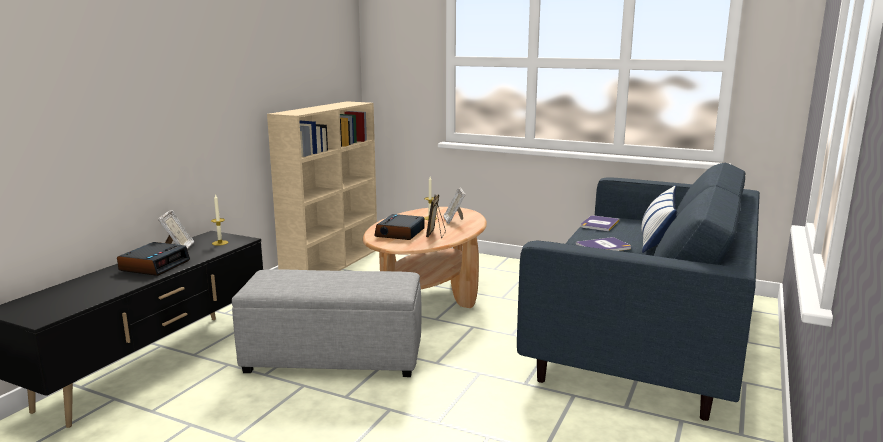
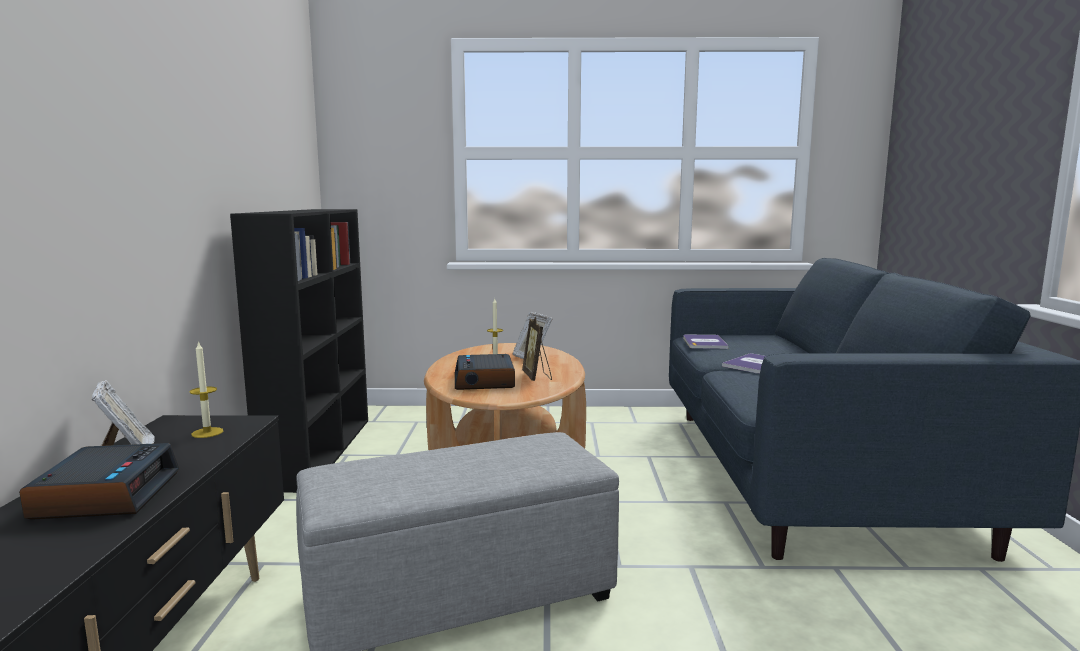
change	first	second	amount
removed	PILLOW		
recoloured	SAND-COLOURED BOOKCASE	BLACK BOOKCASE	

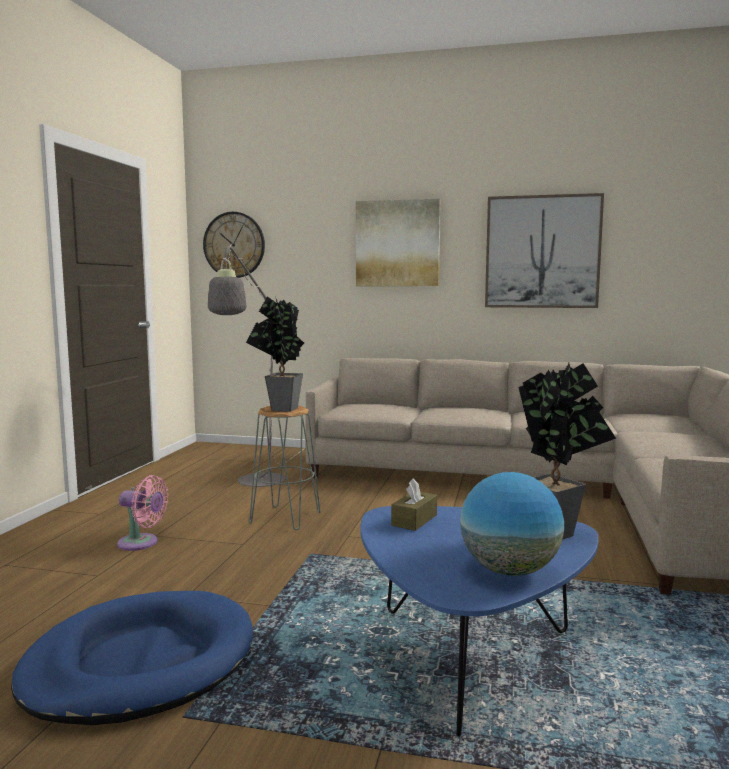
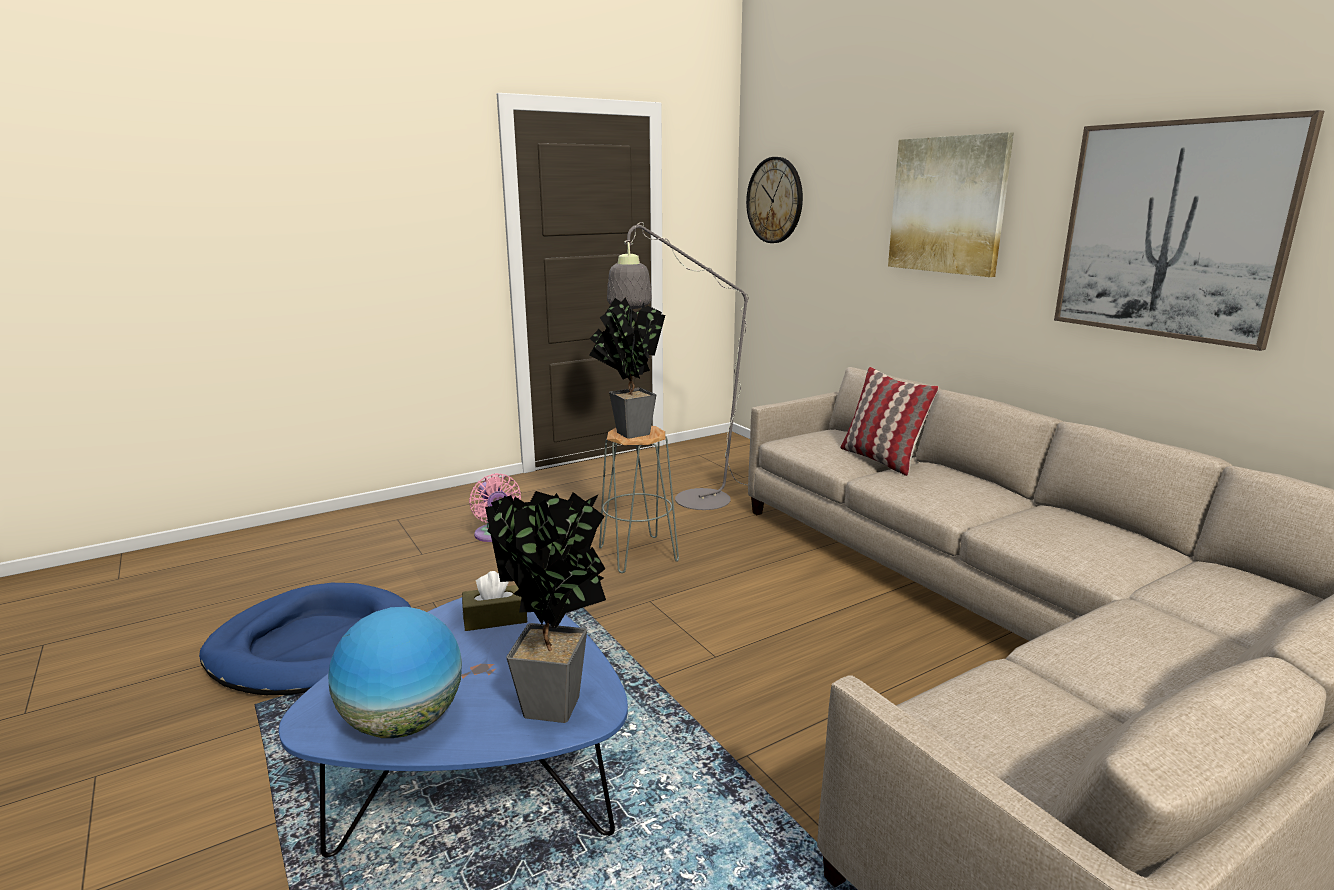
change	first	second	amount
added		PILLOW	

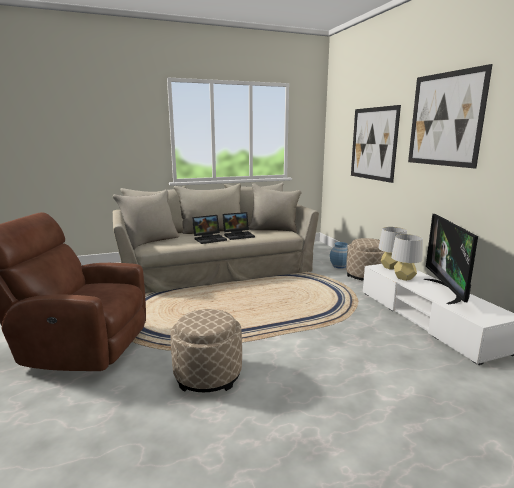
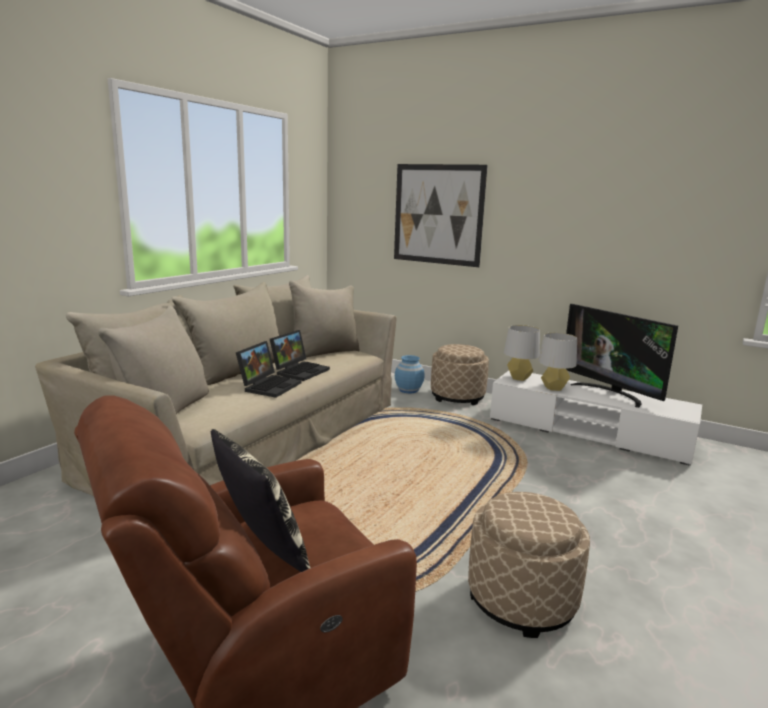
change	first	second	amount
removed	PICTURE (2nd from left)		
added		PILLOW	

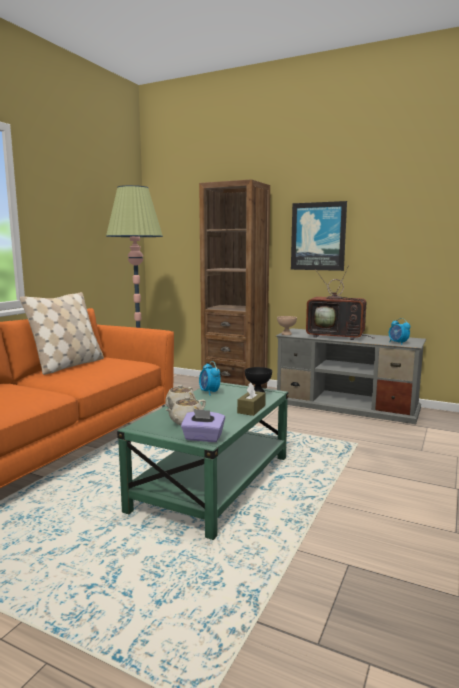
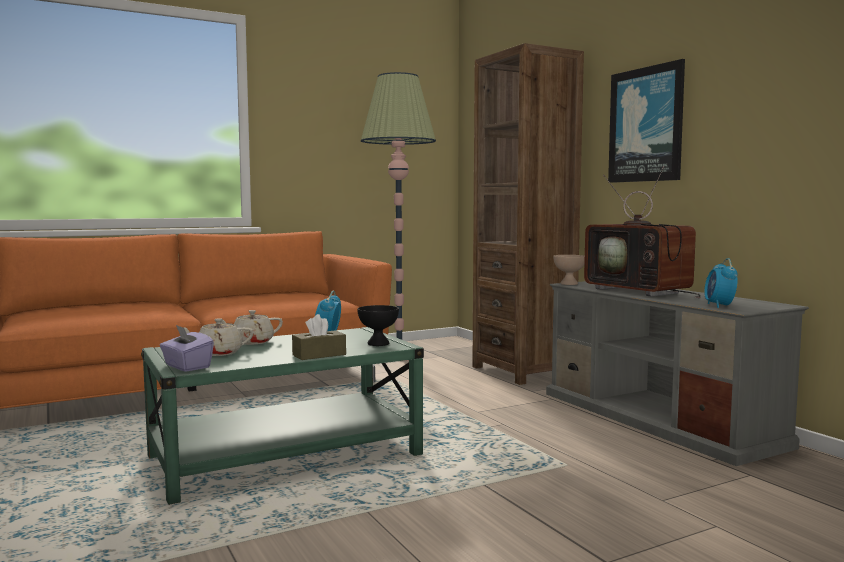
change	first	second	amount
removed	SAND-COLOURED PILLOW		

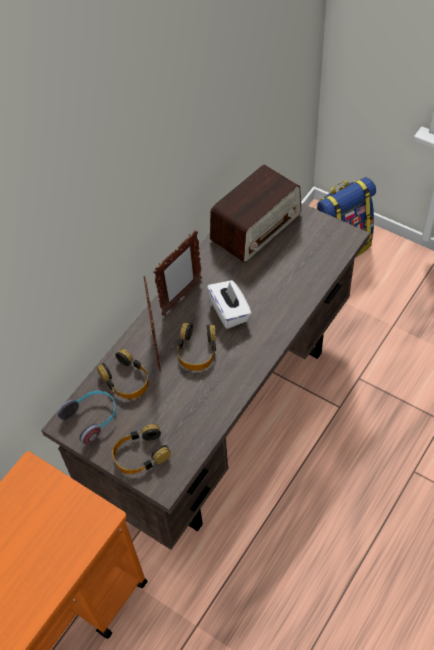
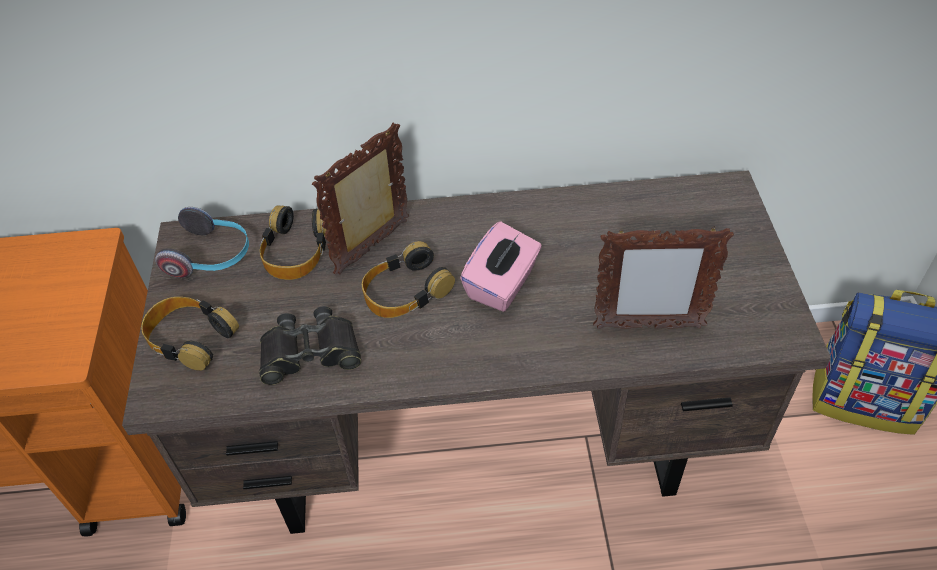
change	first	second	amount
removed	RADIO RECEIVER		
added		BLACK BINOCULARS	
moved	STANDING FRAME (2nd from left)		
recoloured	WHITE-COLOURED BOX OF TISSUES	PINK-COLOURED BOX OF TISSUES	

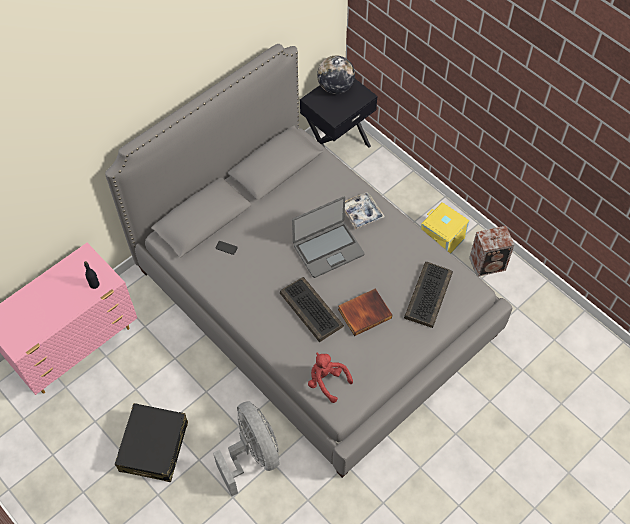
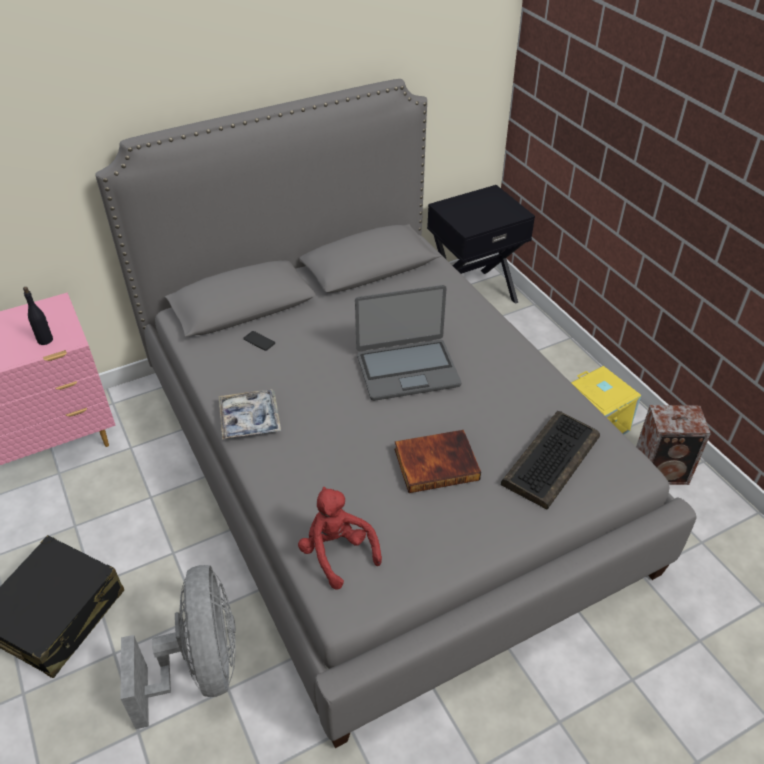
change	first	second	amount
removed	KEYBOARD (1st from left)		
removed	GLOBE		
moved	TRAY		

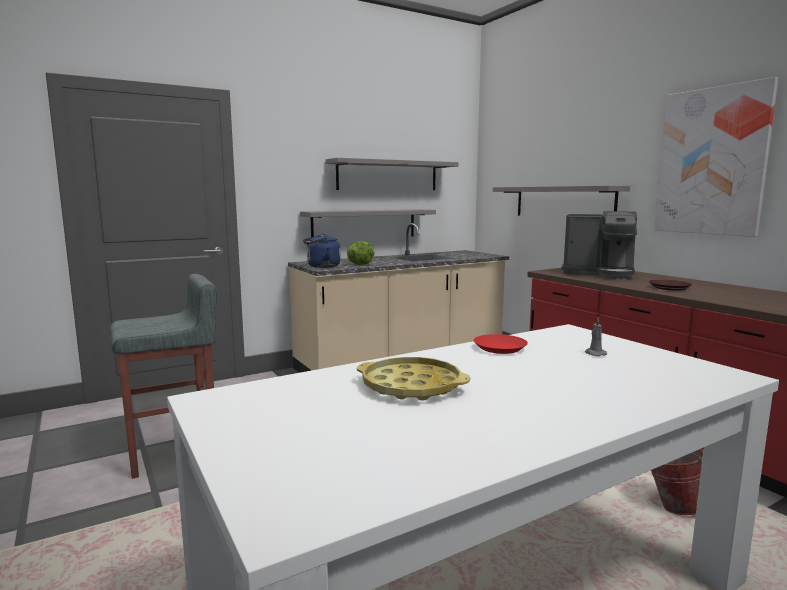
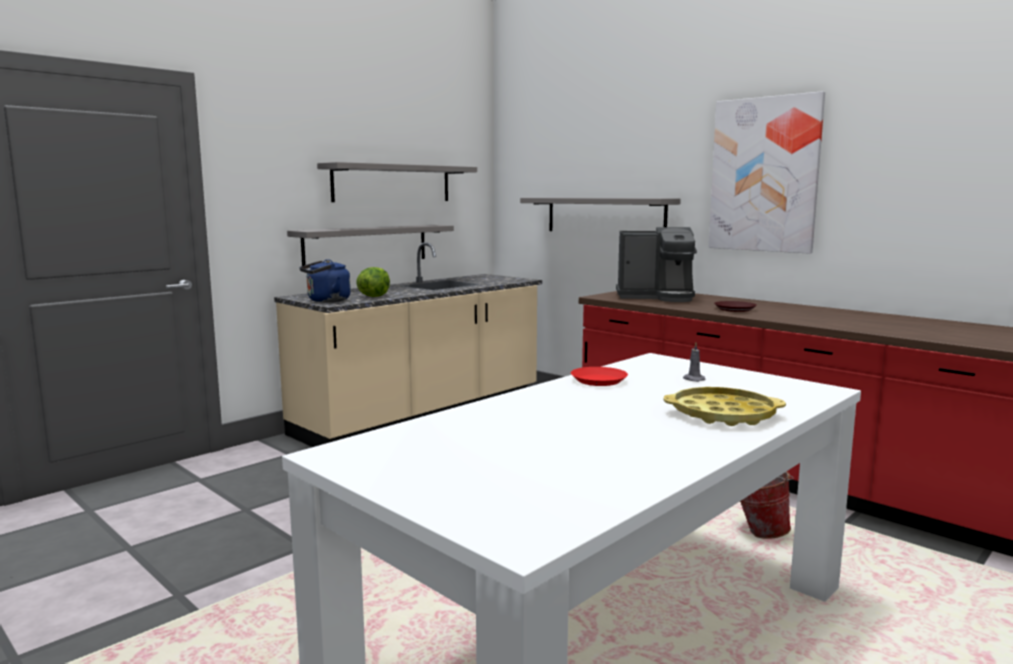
change	first	second	amount
removed	GREY SITTING STOOL		
moved	YELLOW TRAY		

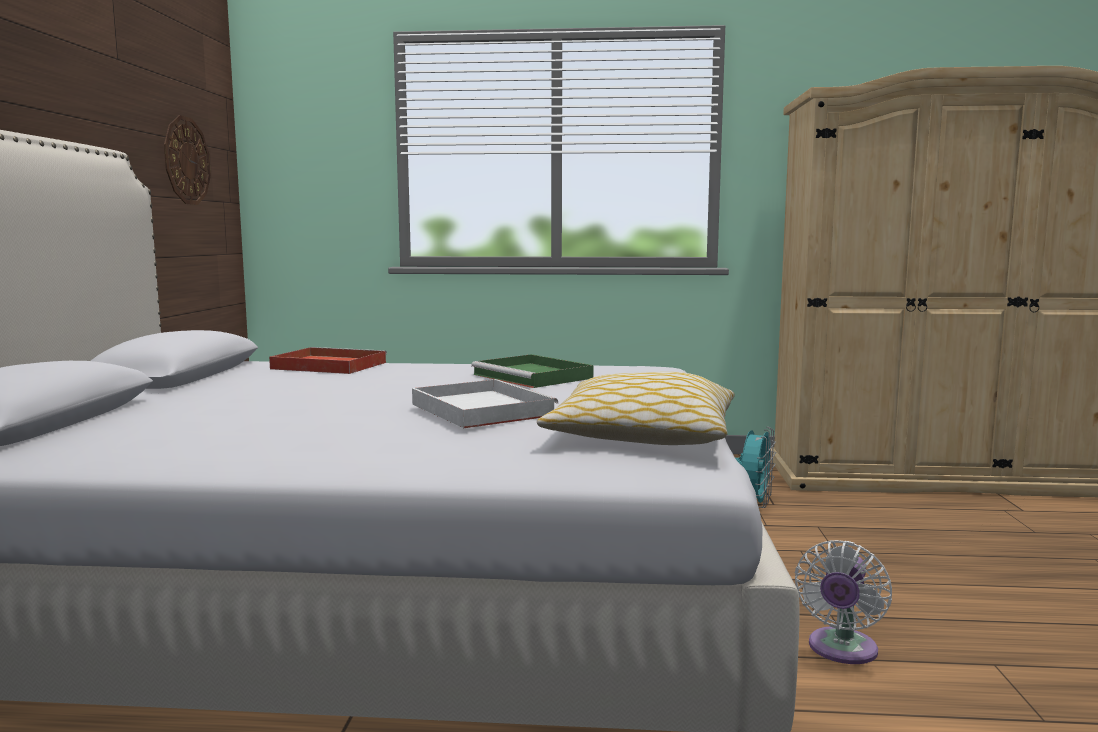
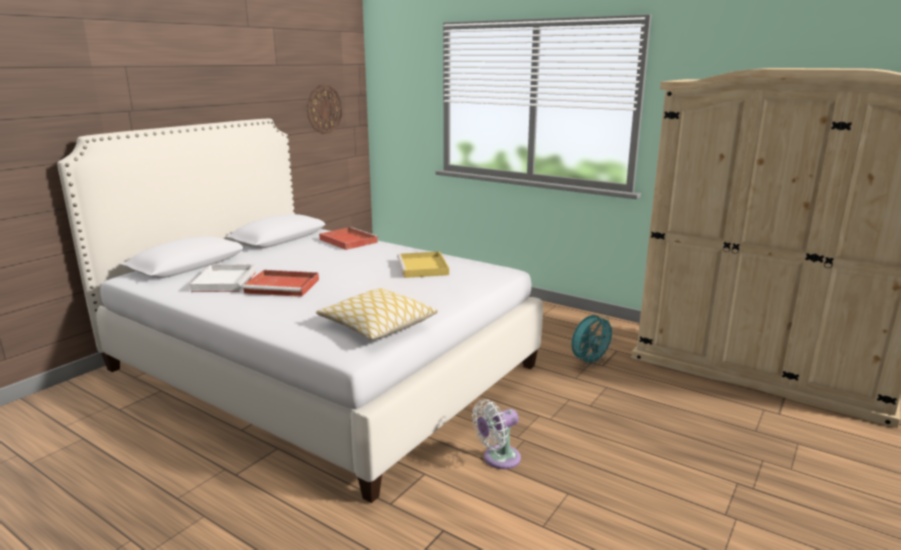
change	first	second	amount
added		REDDISH TRAY (1st from left)	
moved	WHITE-COLOURED TRAY		
recoloured	GREEN-COLOURED TRAY	YELLOW TRAY	

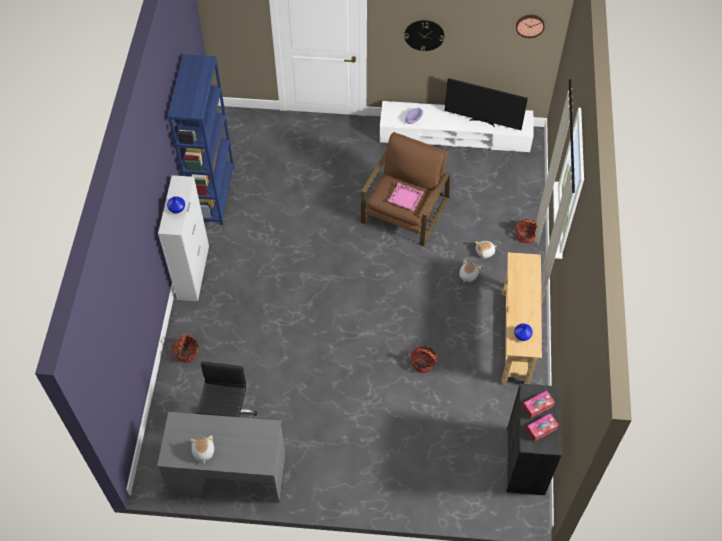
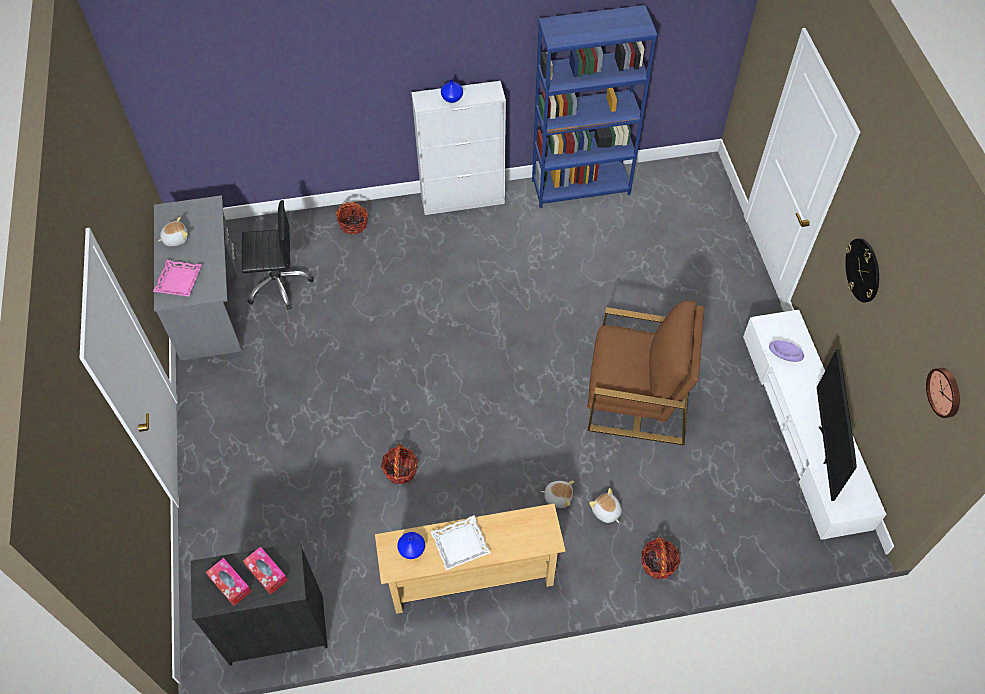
change	first	second	amount
added		WHITE-COLOURED TRAY	
moved	PINK-COLOURED TRAY		

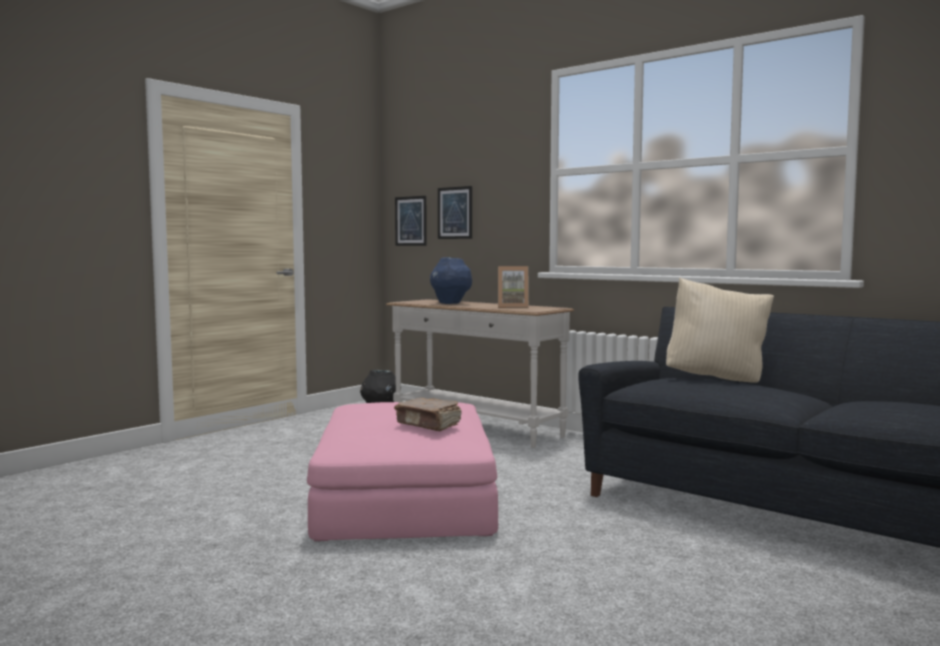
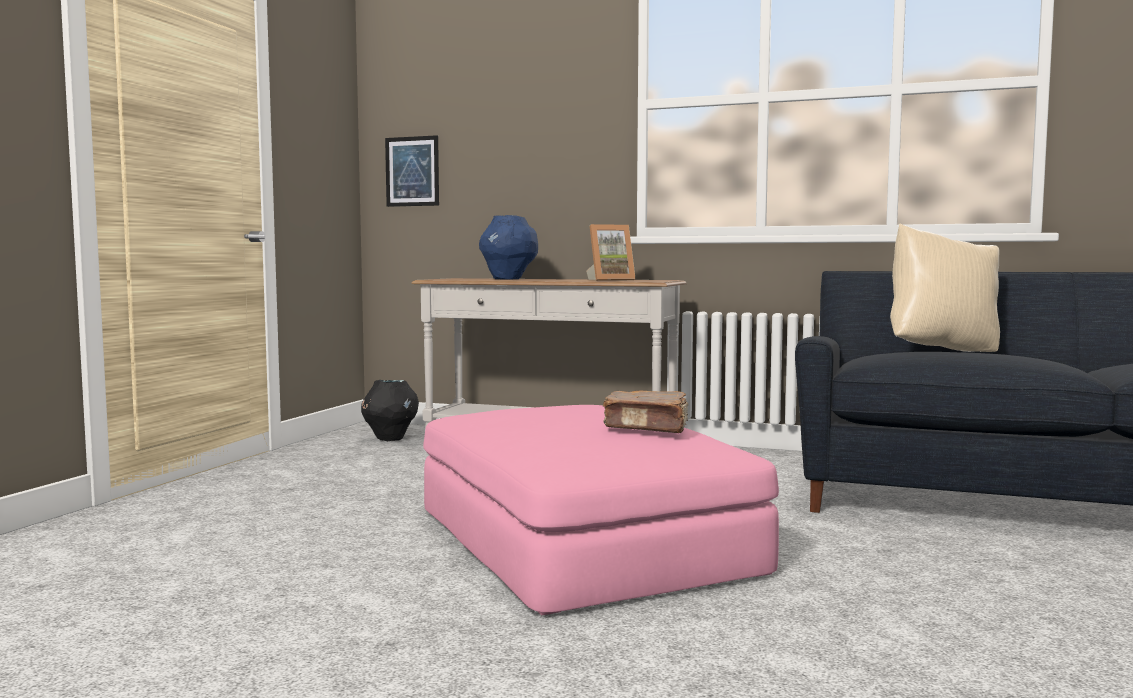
change	first	second	amount
removed	PICTURE (2nd from left)		

